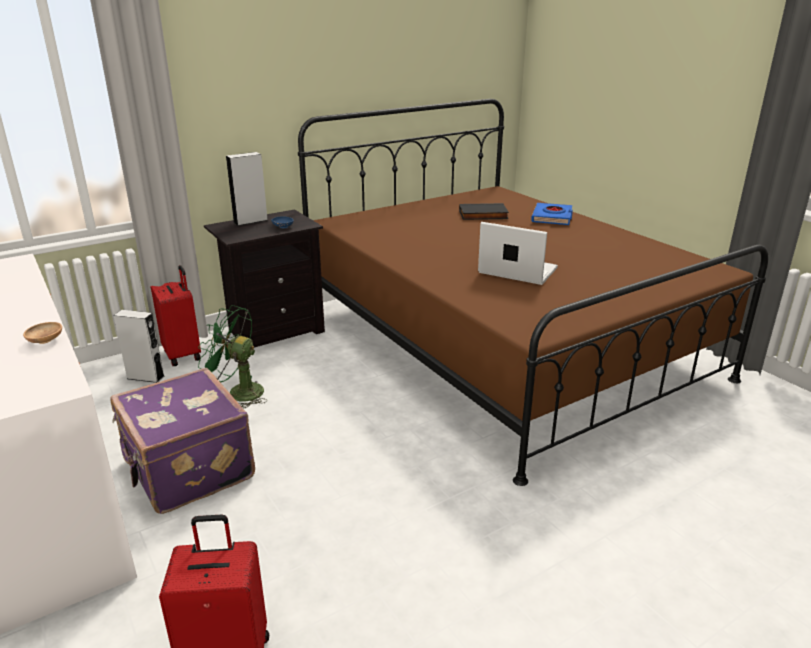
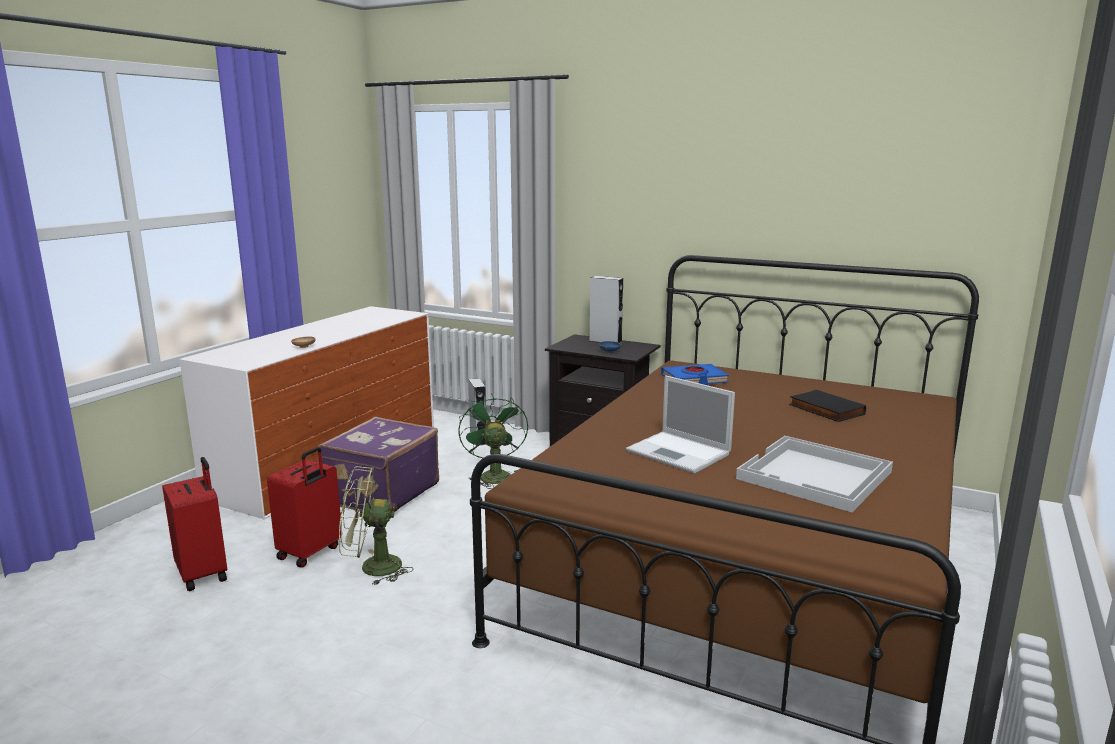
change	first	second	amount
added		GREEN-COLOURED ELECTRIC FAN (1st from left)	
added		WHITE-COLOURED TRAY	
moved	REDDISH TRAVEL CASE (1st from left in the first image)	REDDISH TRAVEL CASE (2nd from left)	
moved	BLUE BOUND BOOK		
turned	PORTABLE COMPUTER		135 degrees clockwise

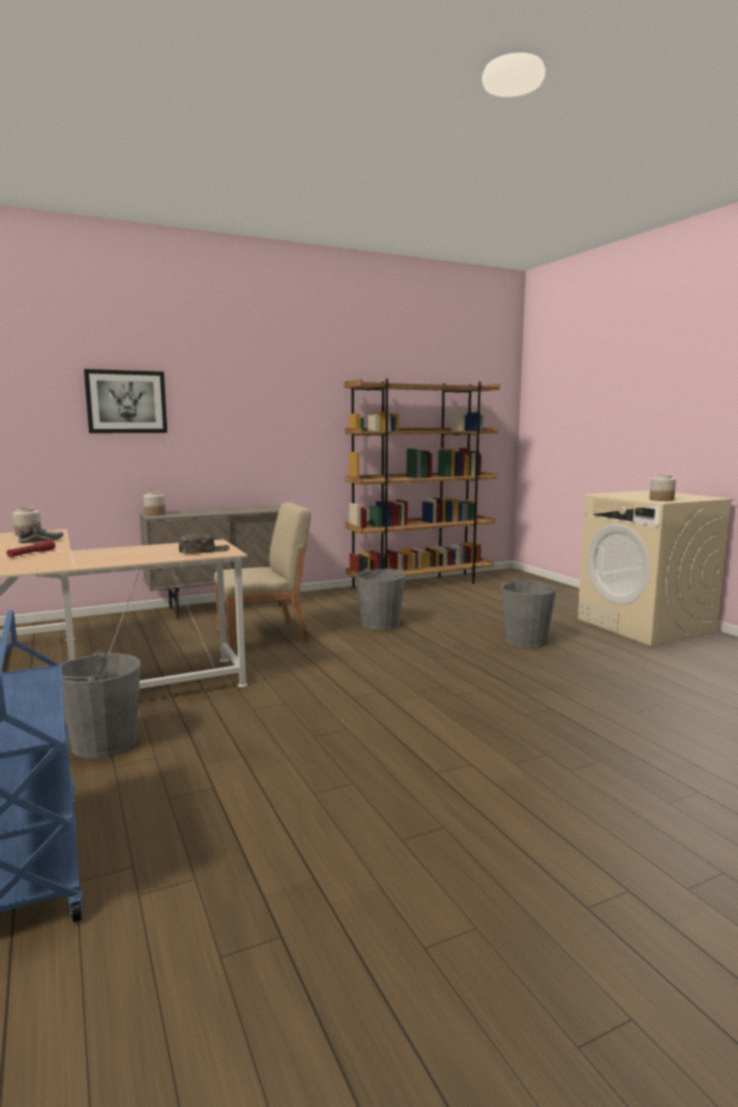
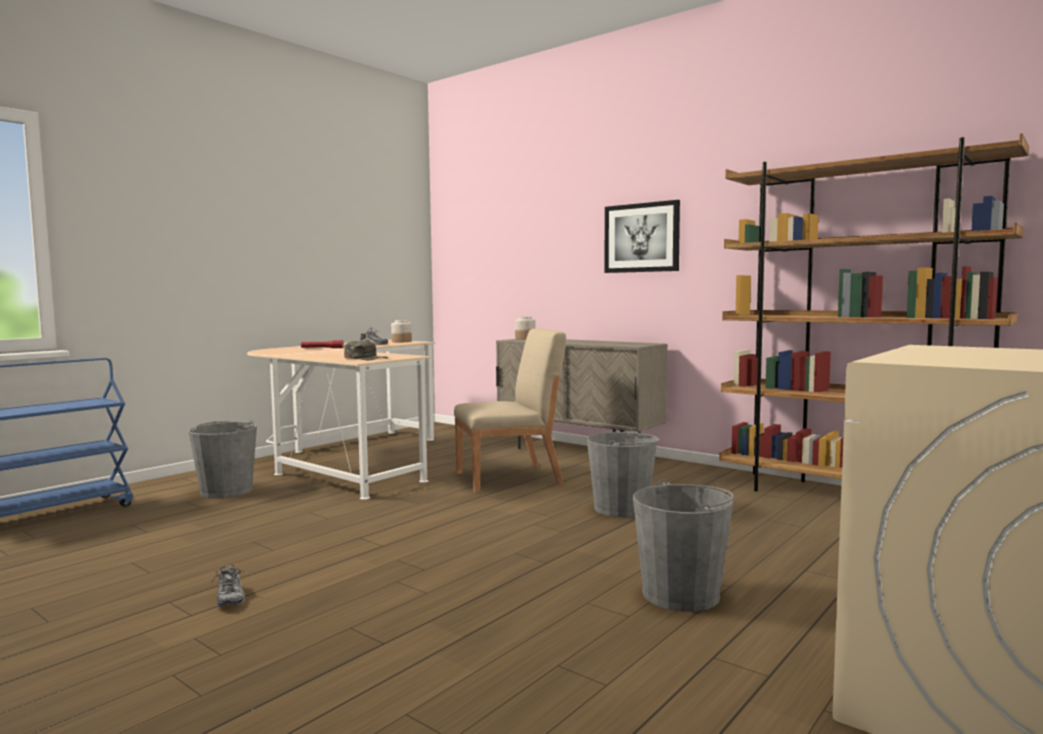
change	first	second	amount
removed	JAR (3rd from left)		
added		ITEM OF FOOTWEAR (1st from left)	
moved	PICTURE		
turned	SAND-COLOURED CHAIR		60 degrees counterclockwise

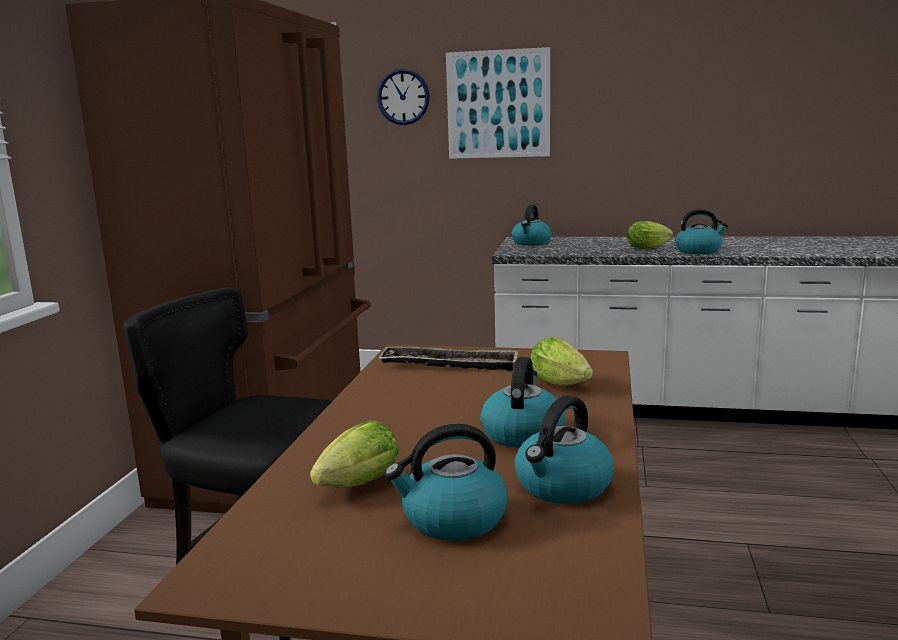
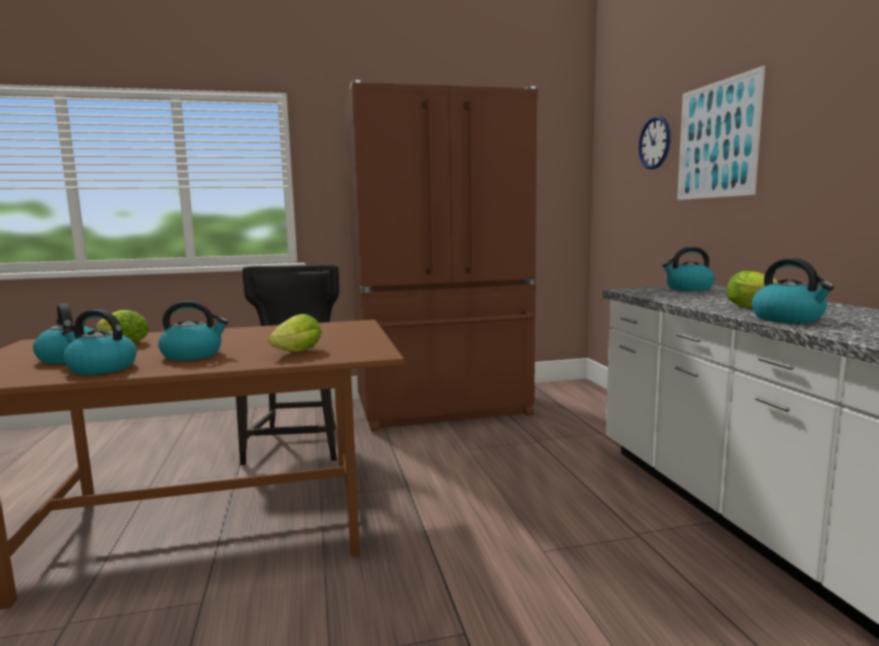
change	first	second	amount
removed	TRAY		

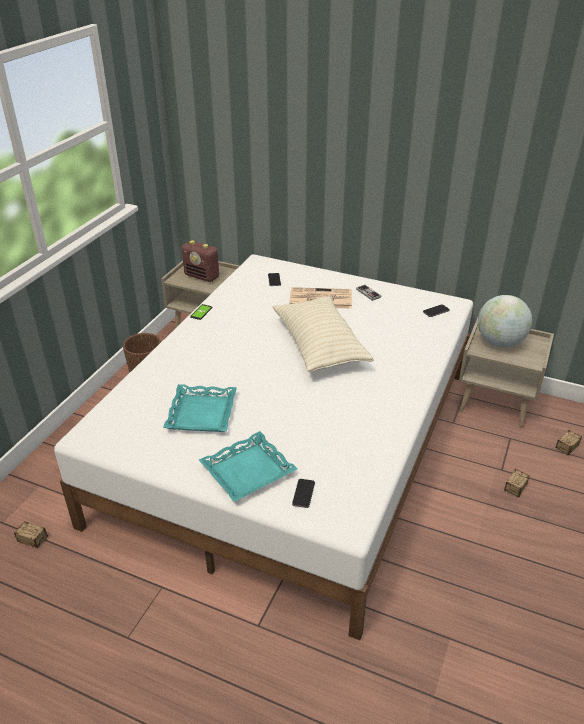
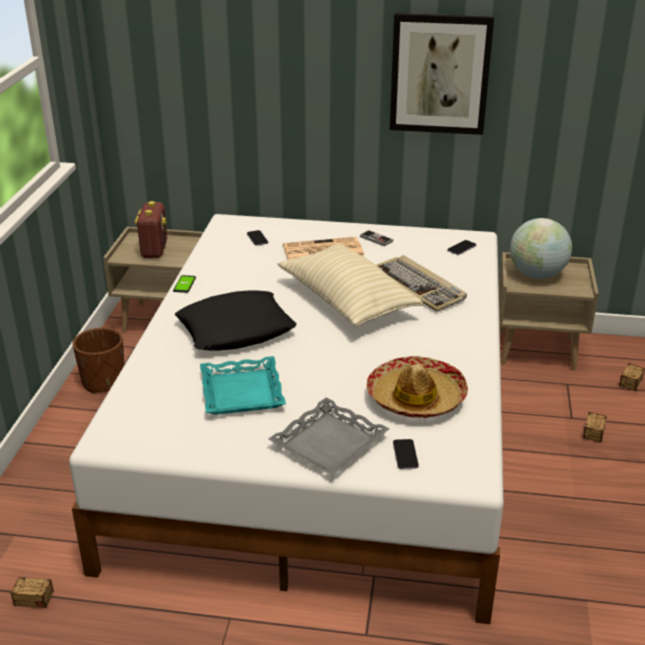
change	first	second	amount
added		BLACK PILLOW	
added		HAT	
added		KEYBOARD	
added		PICTURE	
recoloured	BLUE-GREEN TRAY (2nd from left)	GREY TRAY	
turned	RADIO RECEIVER		105 degrees counterclockwise

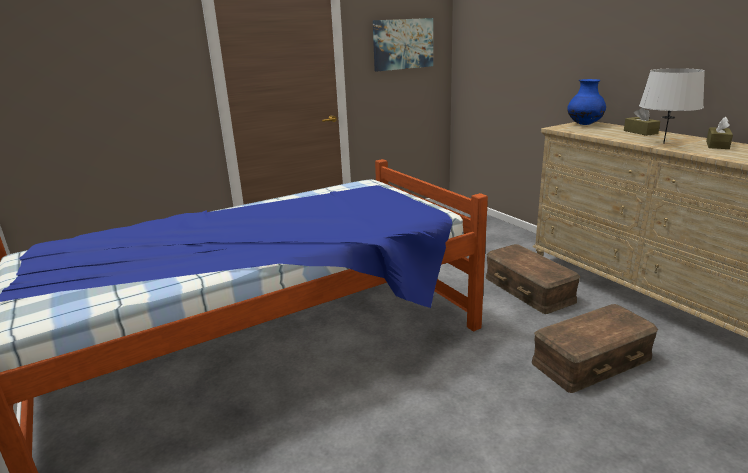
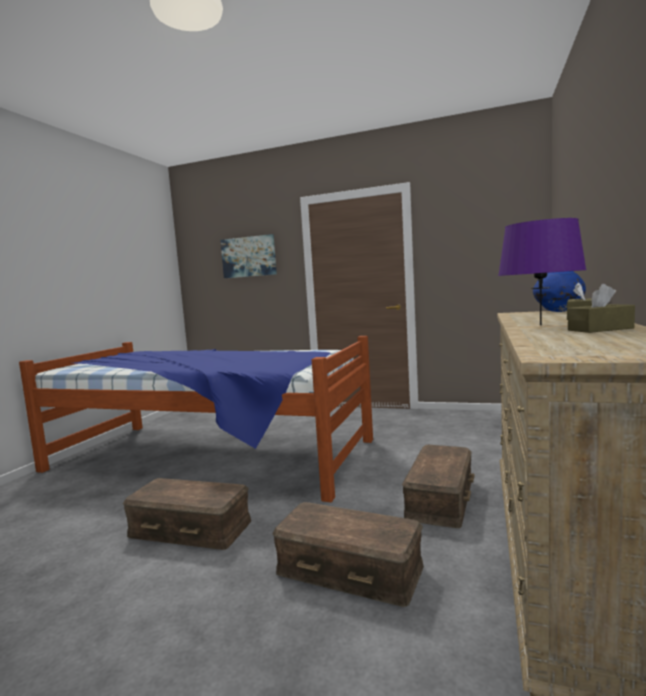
change	first	second	amount
added		BROWN STORAGE BIN (1st from left)	
moved	PICTURE		
recoloured	GREY TABLE LAMP	PURPLE-COLOURED TABLE LAMP	

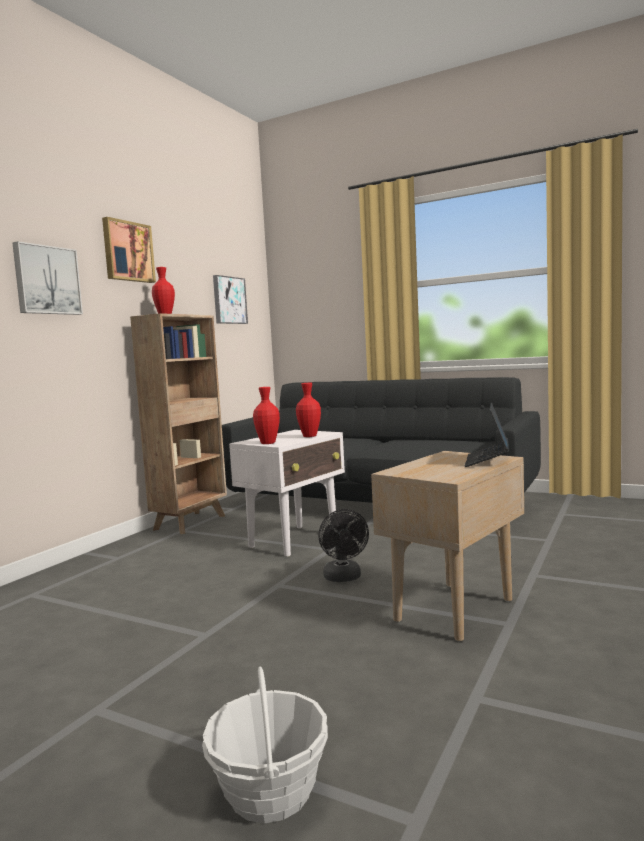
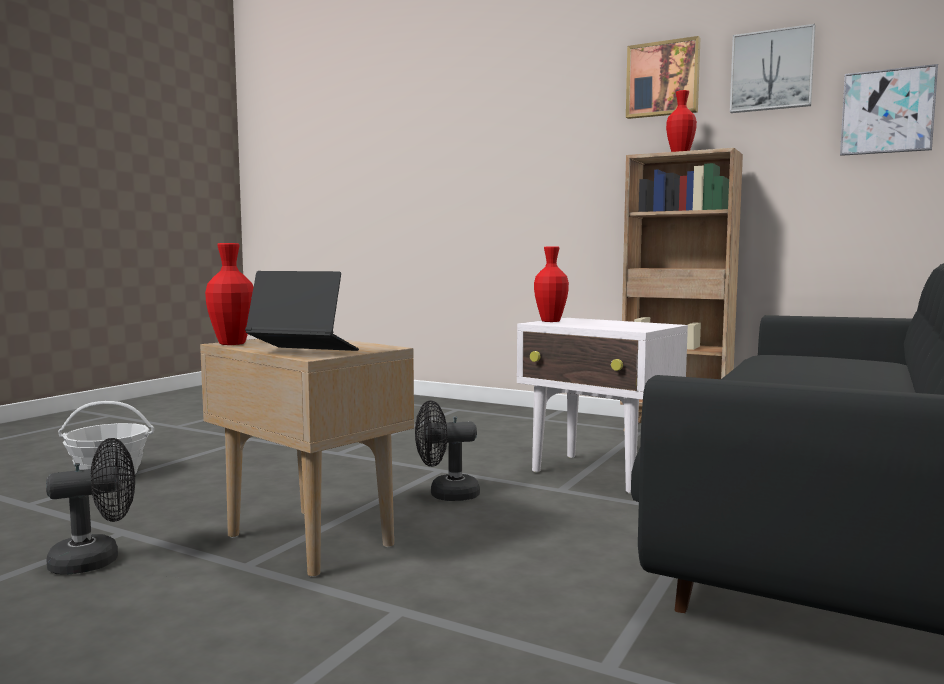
change	first	second	amount
added		BLACK ELECTRIC FAN (1st from left)	
moved	PICTURE (1st from left in the first image)	PICTURE (2nd from left)	
moved	REDDISH FLOWER VASE (3rd from left in the first image)	REDDISH FLOWER VASE (1st from left)	

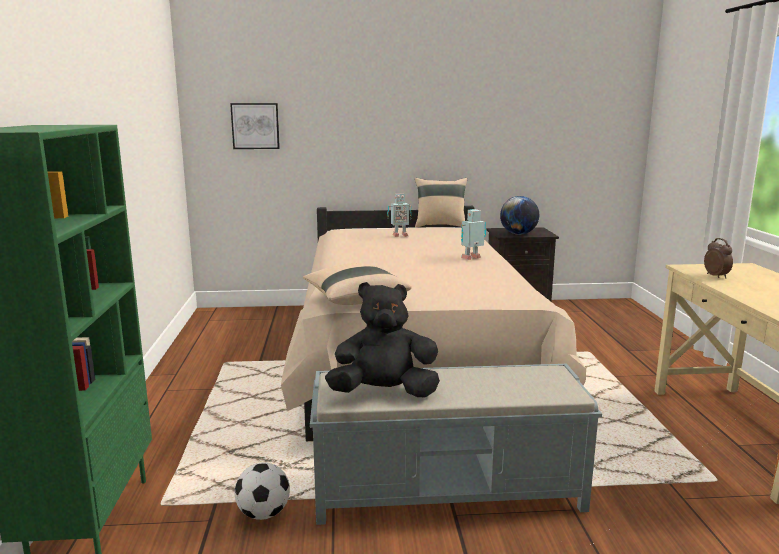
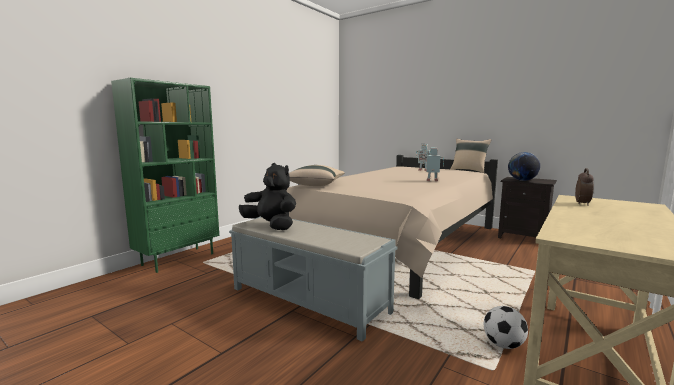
change	first	second	amount
removed	PICTURE		
moved	BALL FOR FOOTBALL		

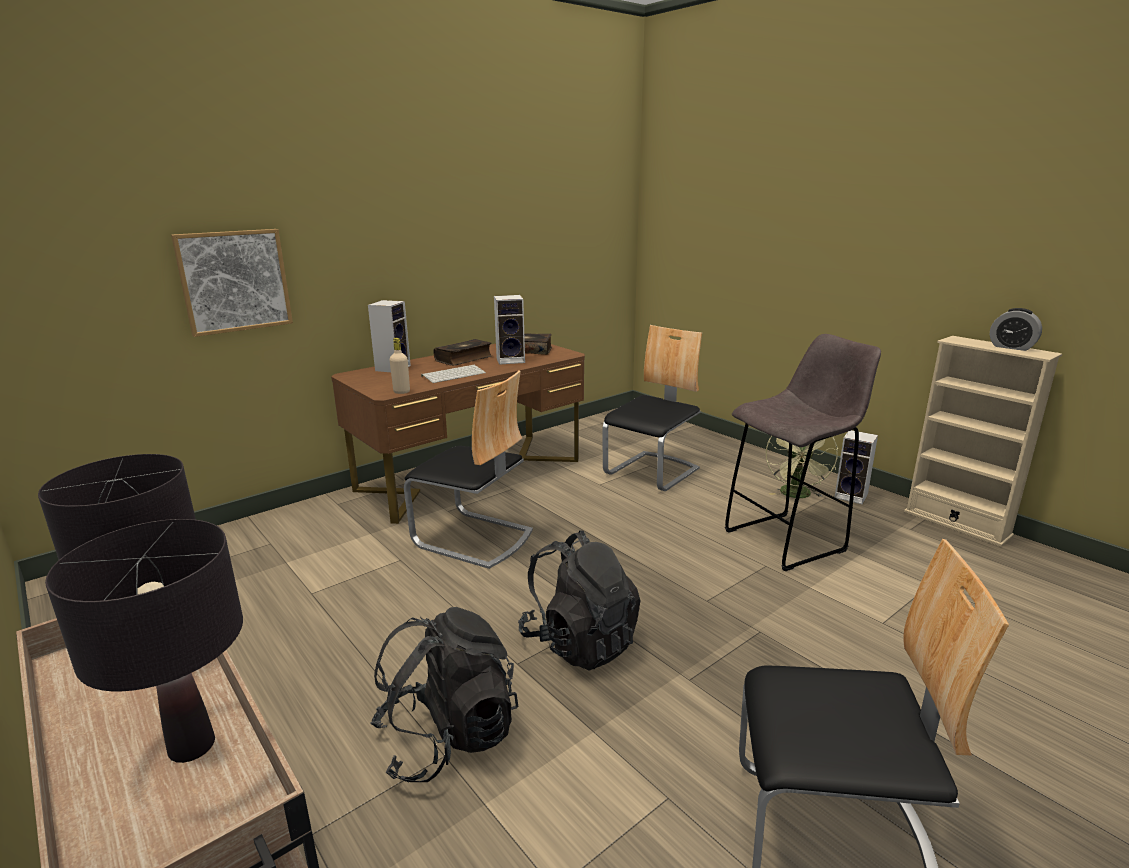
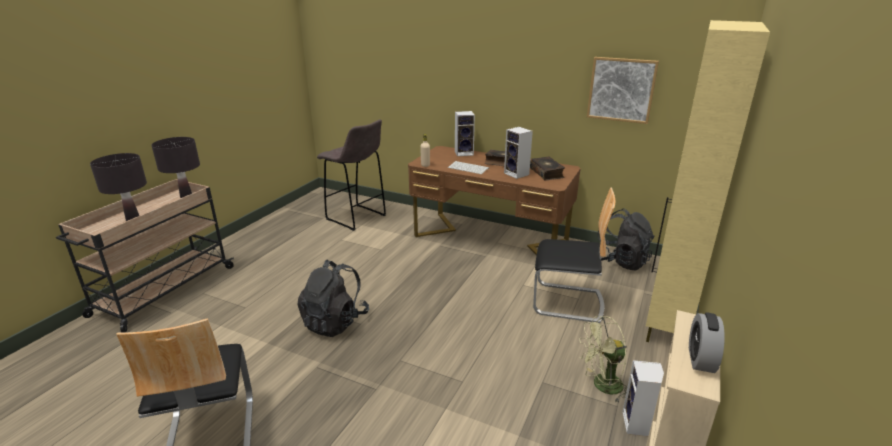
change	first	second	amount
removed	CHAIR (1st from left)		
added		SAND-COLOURED STORAGE CABINET	
moved	PICTURE		
moved	BLACK BACKPACK (1st from left in the first image)	BLACK BACKPACK (2nd from left)	
moved	GREY SITTING STOOL		

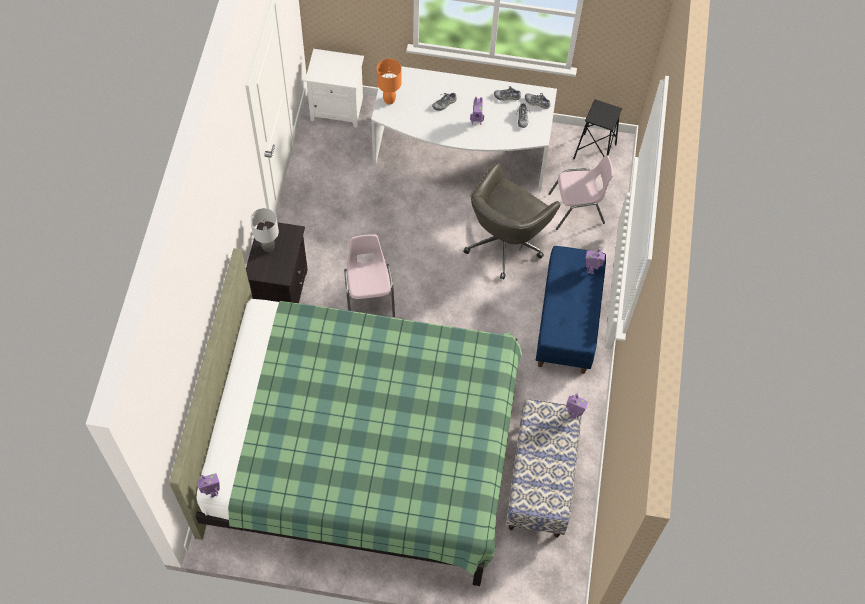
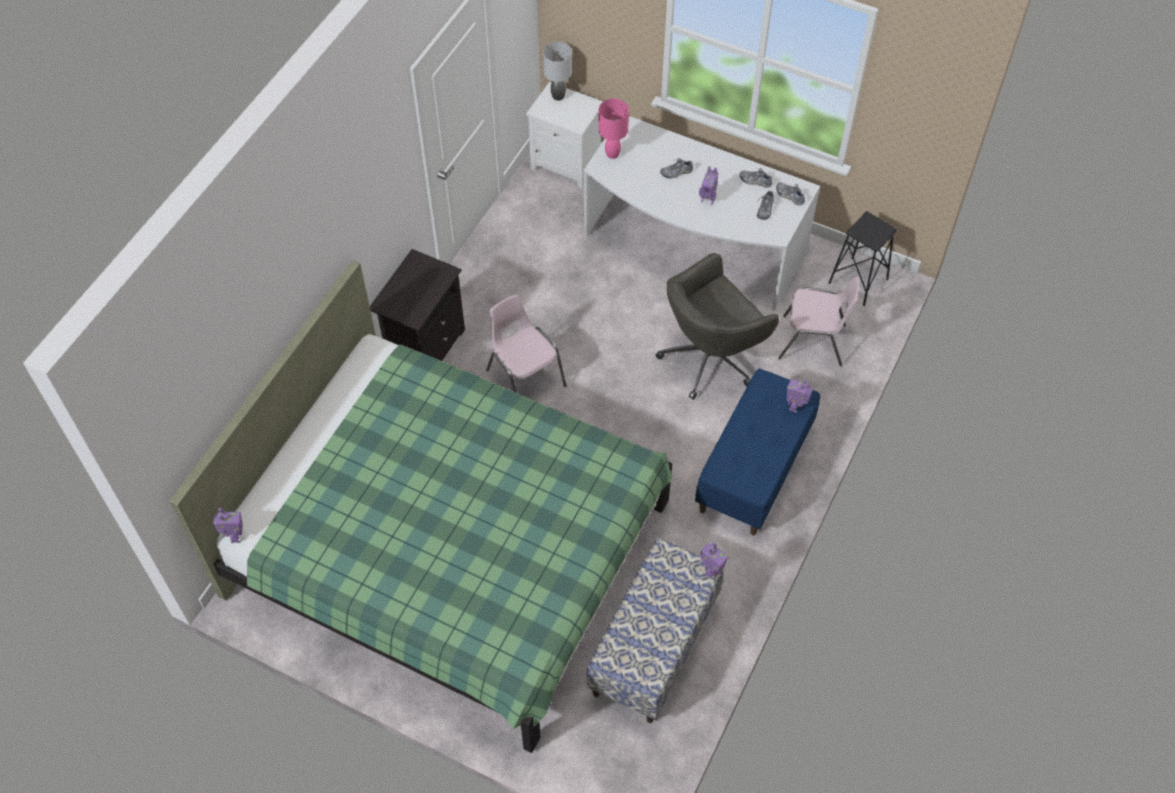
change	first	second	amount
moved	GREY TABLE LAMP		
recoloured	ORANGE-COLOURED TABLE LAMP	PINK-COLOURED TABLE LAMP	
turned	PINK-COLOURED CHAIR (1st from left)		45 degrees counterclockwise

